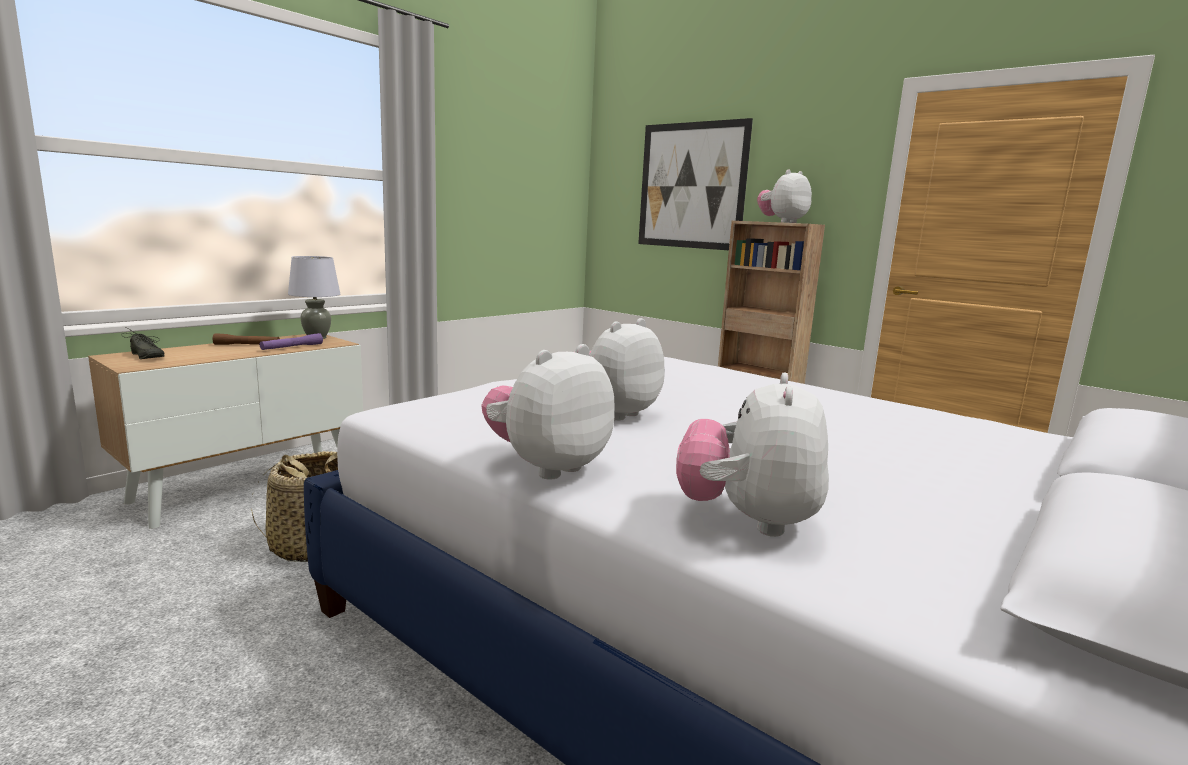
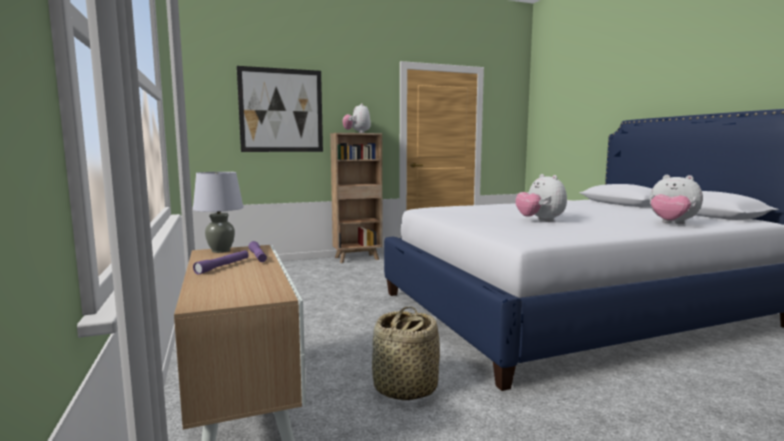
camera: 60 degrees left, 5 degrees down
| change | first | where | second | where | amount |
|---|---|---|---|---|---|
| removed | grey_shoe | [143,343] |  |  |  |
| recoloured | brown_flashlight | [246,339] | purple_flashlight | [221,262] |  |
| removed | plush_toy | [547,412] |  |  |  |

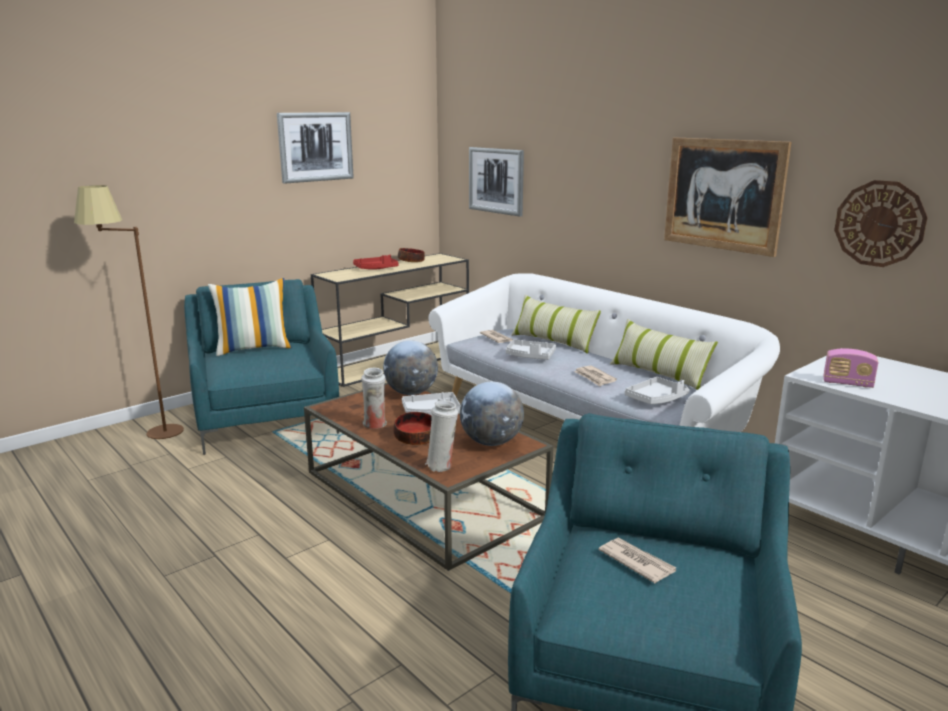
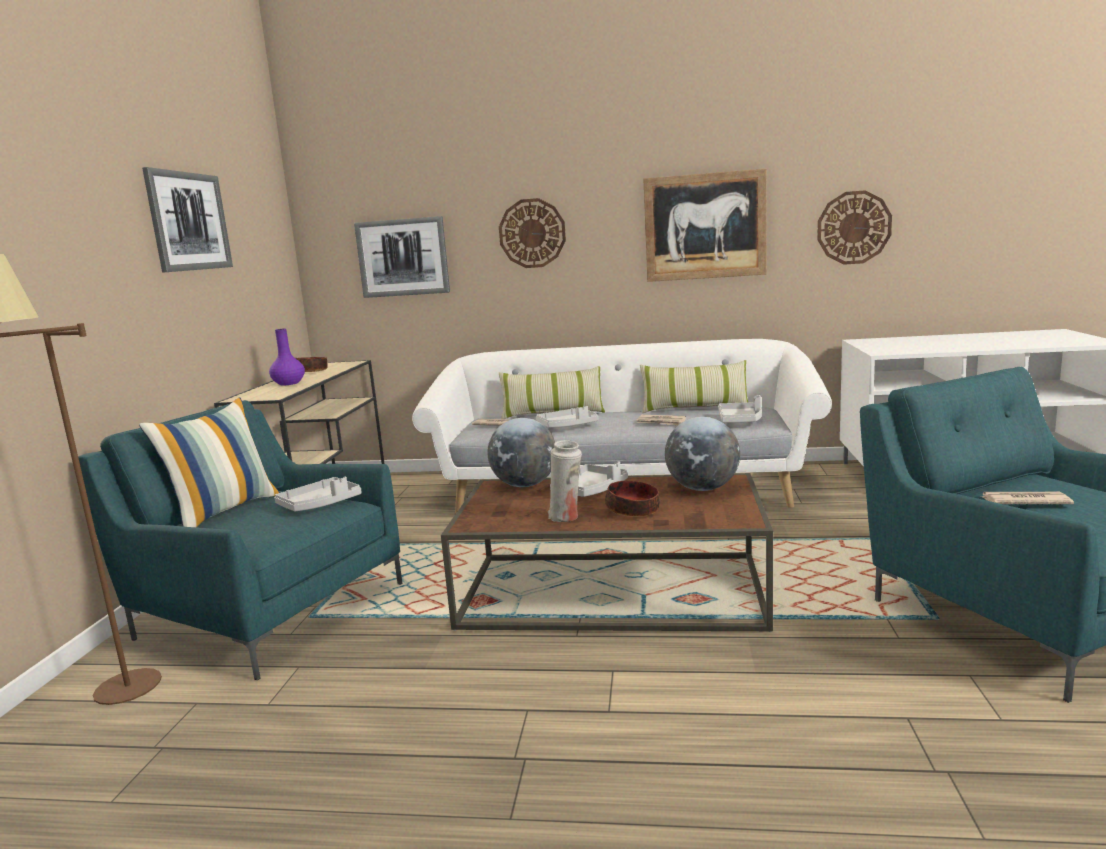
camera: 40 degrees left, 5 degrees down
| change | first | where | second | where | amount |
|---|---|---|---|---|---|
| replaced | red_tray | [376,262] | purple_vase | [287,357] |  |
| removed | radio | [851,368] |  |  |  |
| removed | white_vase | [441,436] |  |  |  |
| added |  |  | wall_clock | [532,233] |  |
| added |  |  | grey_tray | [318,494] |  |

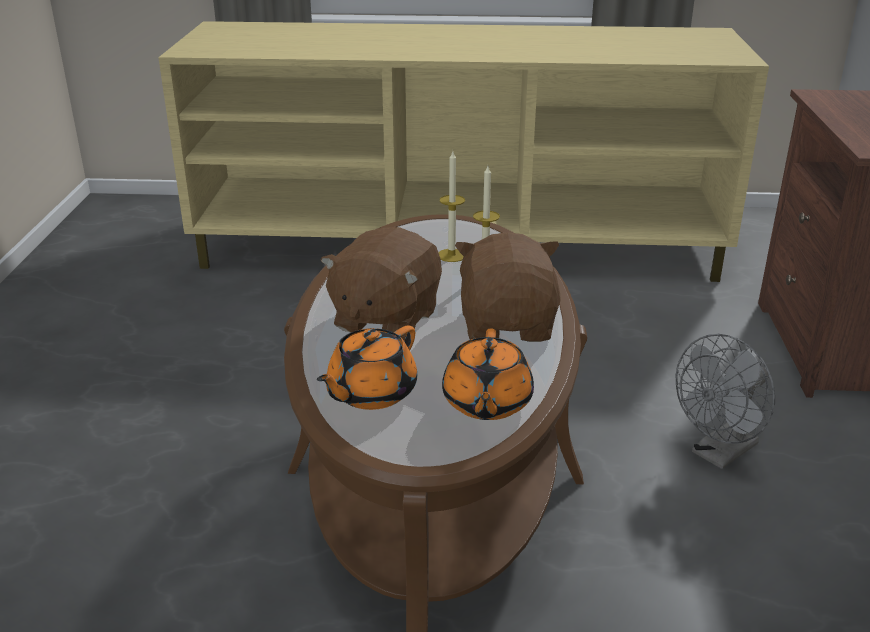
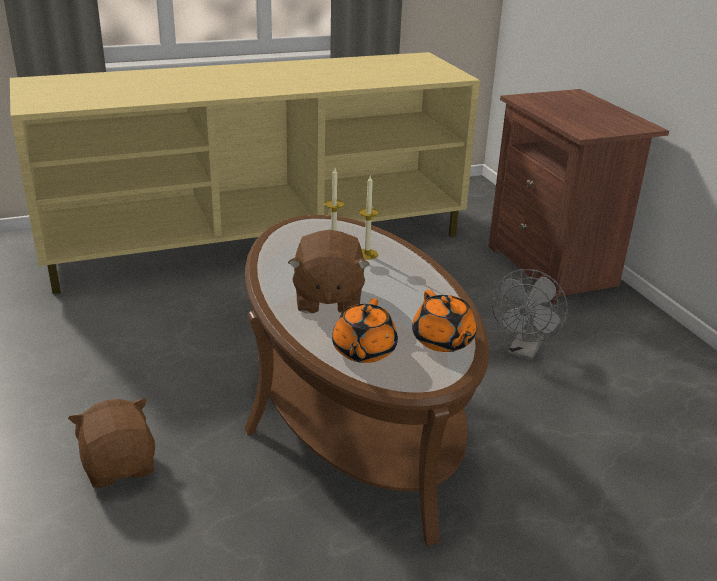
camera: 25 degrees left, 0 degrees up
| change | first | where | second | where | amount |
|---|---|---|---|---|---|
| moved | brown_plush_toy | [507,287] |  | [111,443] |  |

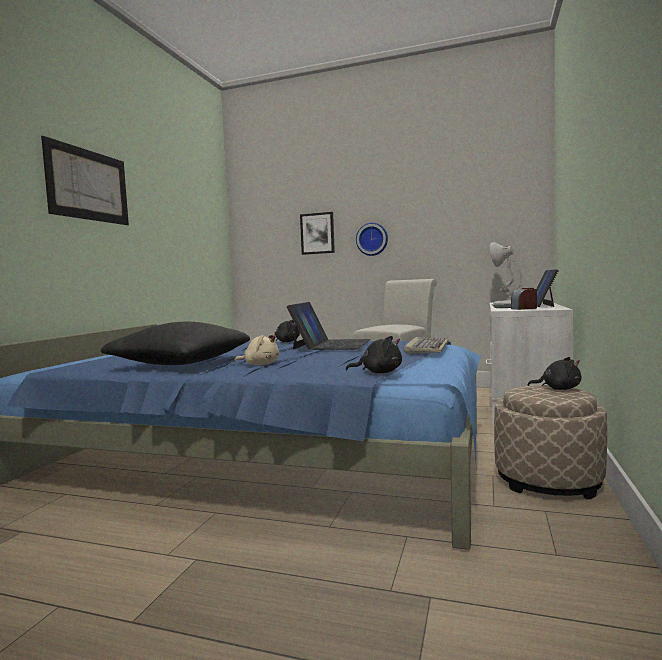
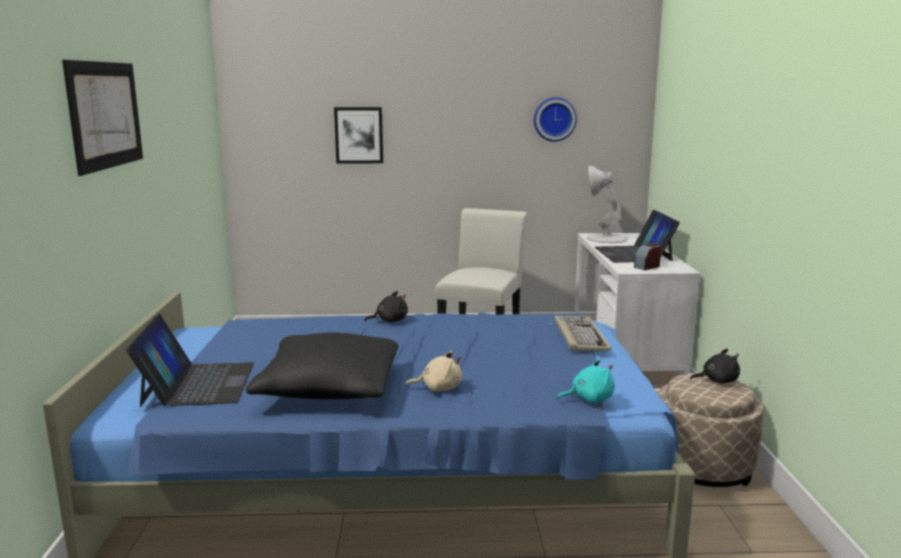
camera: 20 degrees left, 10 degrees up
| change | first | where | second | where | amount |
|---|---|---|---|---|---|
| moved | wall_clock | [372,239] |  | [555,119] |  |
| moved | laptop | [329,326] |  | [190,360] |  |
| recoloured | black_plush_toy | [374,354] | turquoise_plush_toy | [586,381] |  |

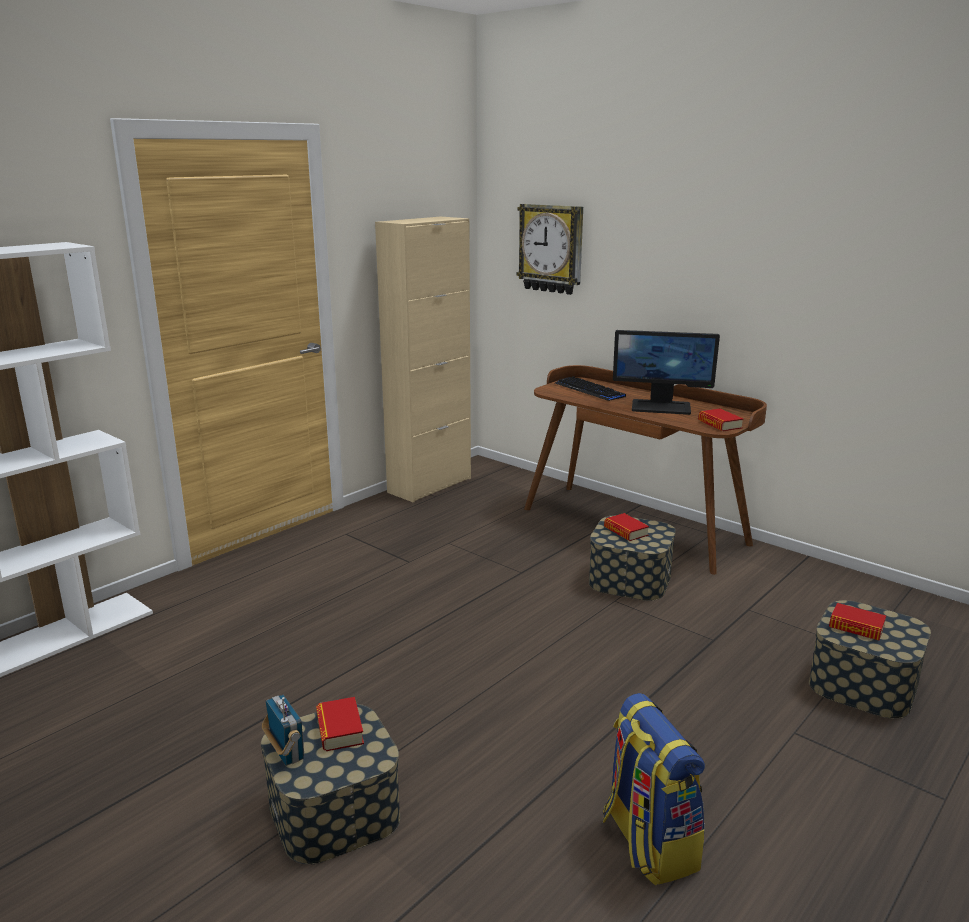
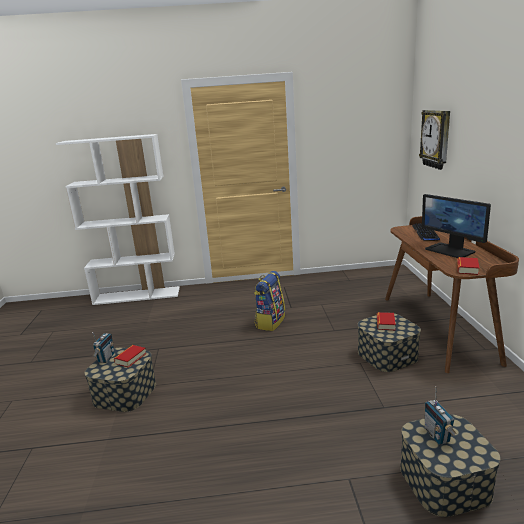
camera: 45 degrees right, 0 degrees up
| change | first | where | second | where | amount |
|---|---|---|---|---|---|
| removed | beige_cabinet | [423,359] |  |  |  |
| replaced | book | [857,621] | radio | [440,415] |  |
| moved | backpack | [654,789] |  | [269,301] |  |

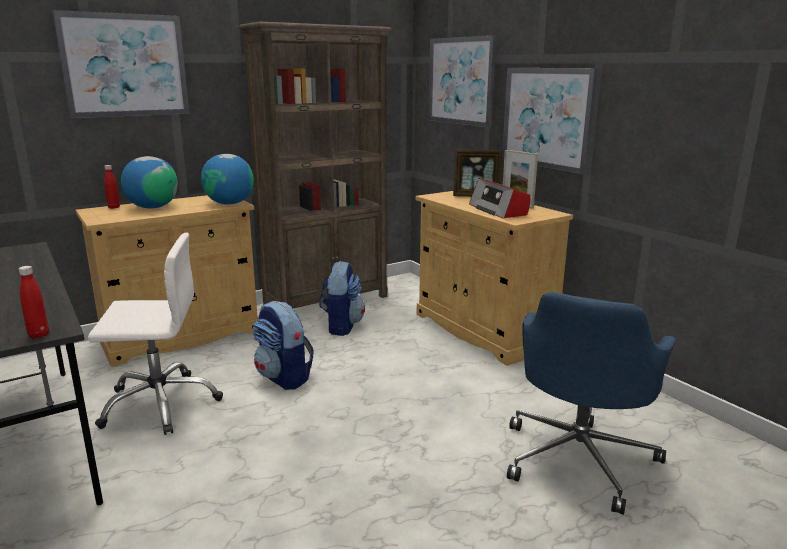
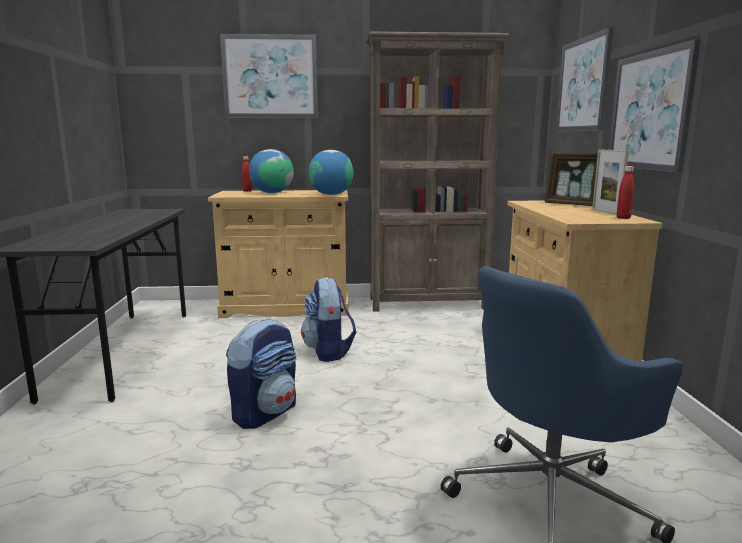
camera: 30 degrees right, 5 degrees down
| change | first | where | second | where | amount |
|---|---|---|---|---|---|
| removed | radio | [499,198] |  |  |  |
| removed | white_office_chair | [155,334] |  |  |  |
| moved | backpack | [342,298] |  | [261,373] |  |
| moved | red_bottle | [34,302] |  | [625,192] |  |

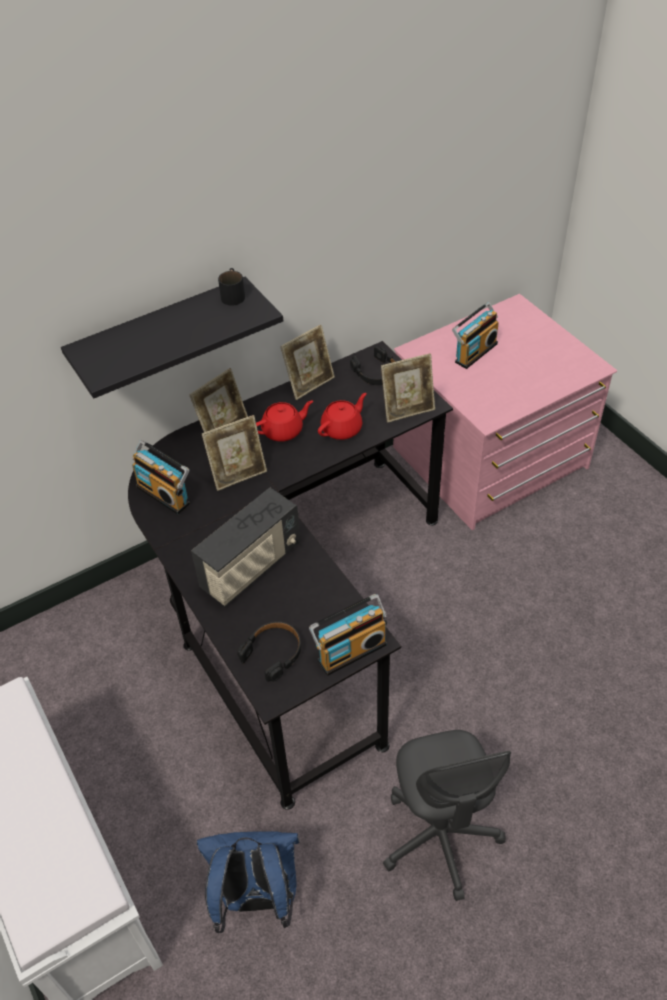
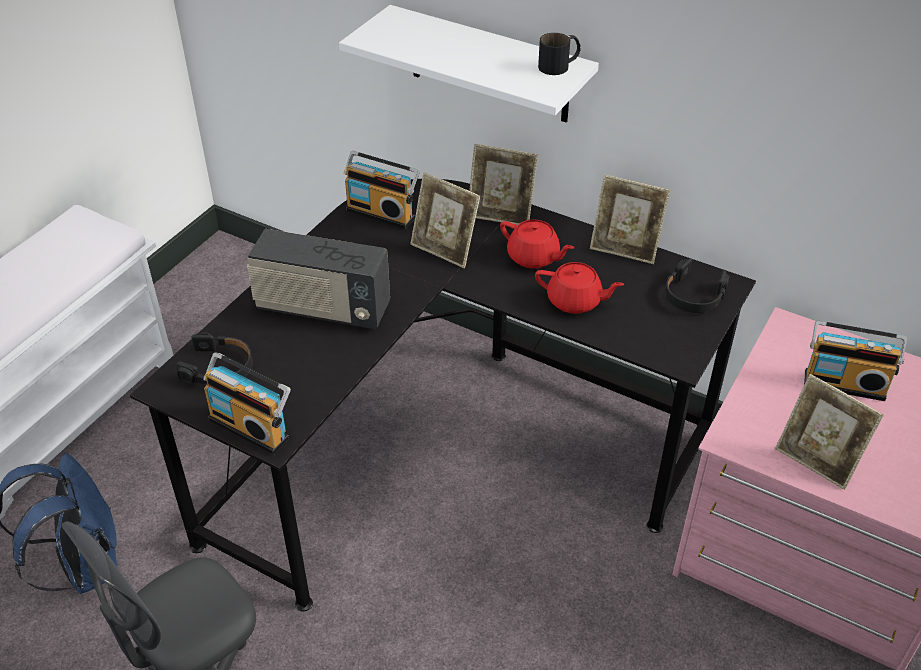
camera: 60 degrees right, 5 degrees down
| change | first | where | second | where | amount |
|---|---|---|---|---|---|
| recoloured | black_shelf | [172,338] | white_shelf | [469,64] |  |
| moved | picture_frame | [408,388] |  | [829,432] |  |
| turned | radio | [161,477] |  | [382,190] | 75 degrees counterclockwise |

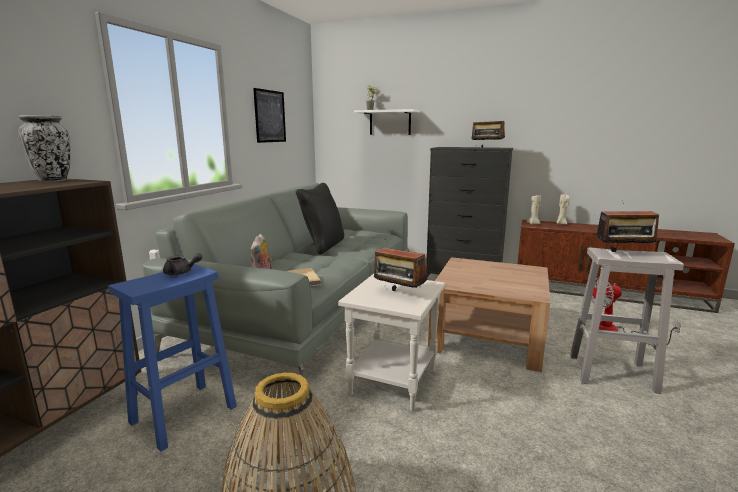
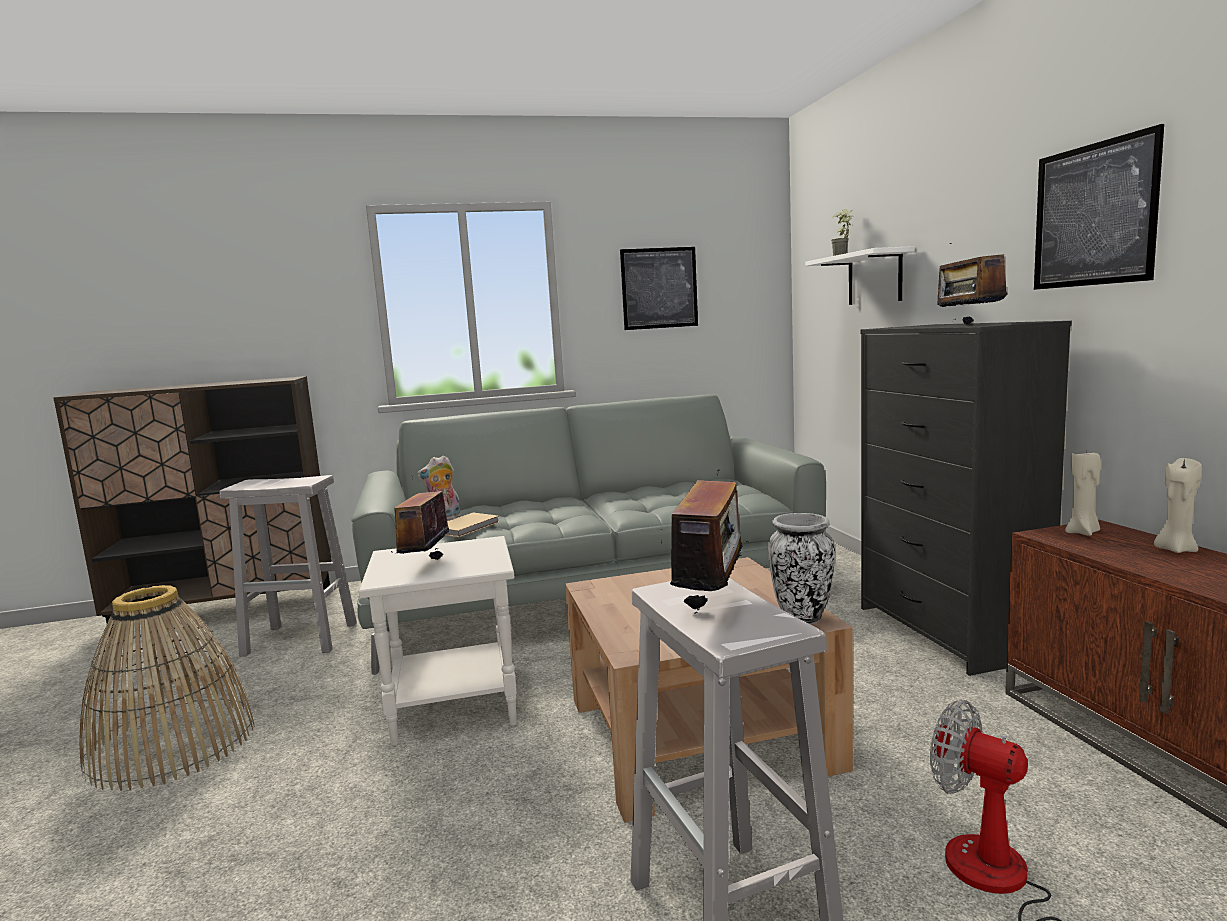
camera: 55 degrees right, 5 degrees down
| change | first | where | second | where | amount |
|---|---|---|---|---|---|
| moved | vase | [44,148] |  | [801,568] |  |
| removed | black_pillow | [320,219] |  |  |  |
| turned | radio | [628,226] |  | [713,541] | 135 degrees counterclockwise |
| removed | grey_teapot | [182,264] |  |  |  |
| recoloured | blue_stool | [172,358] | white_stool | [288,566] |  |
| added |  |  | picture | [1099,207] |  |

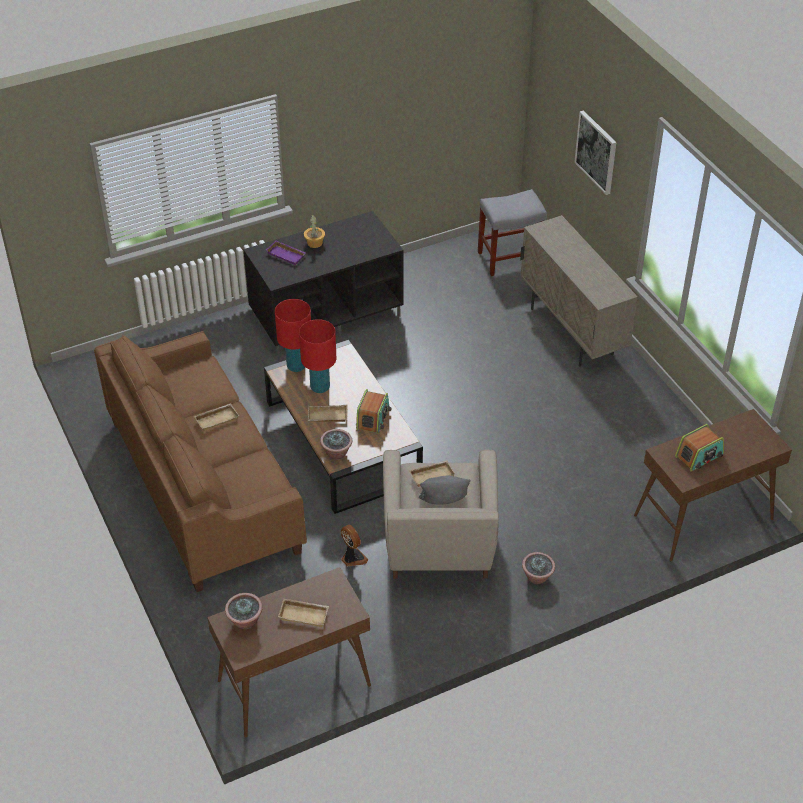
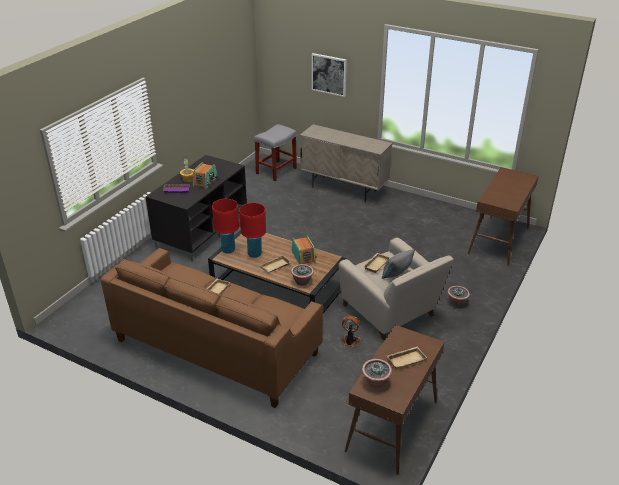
camera: 35 degrees left, 10 degrees down
| change | first | where | second | where | amount |
|---|---|---|---|---|---|
| moved | radio | [699,448] |  | [205,175] |  |

